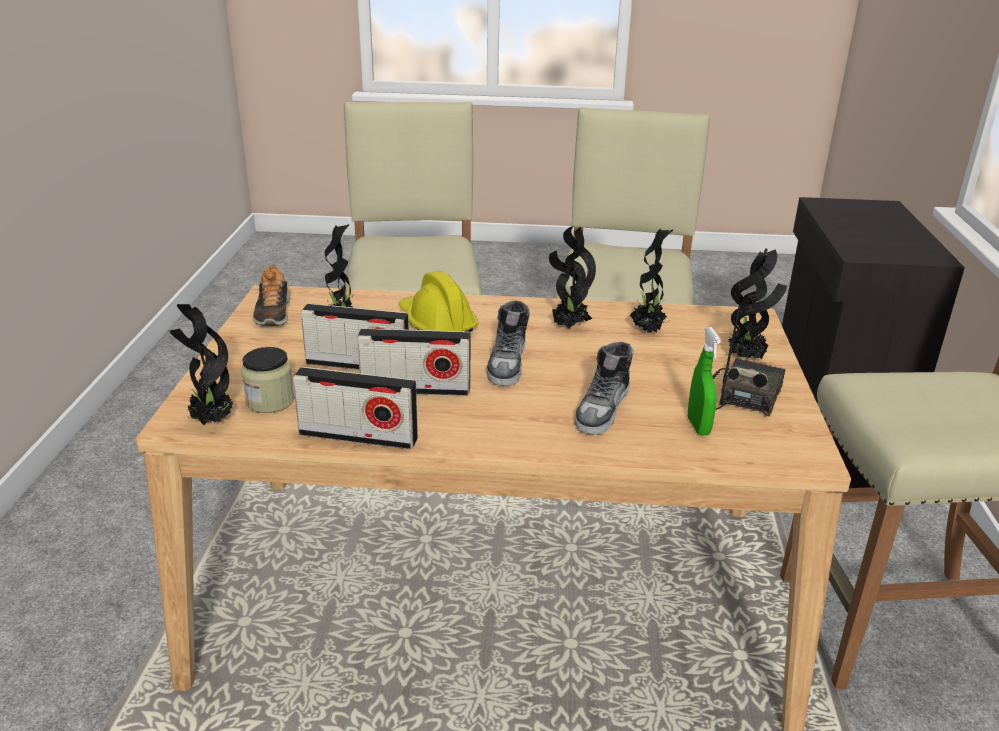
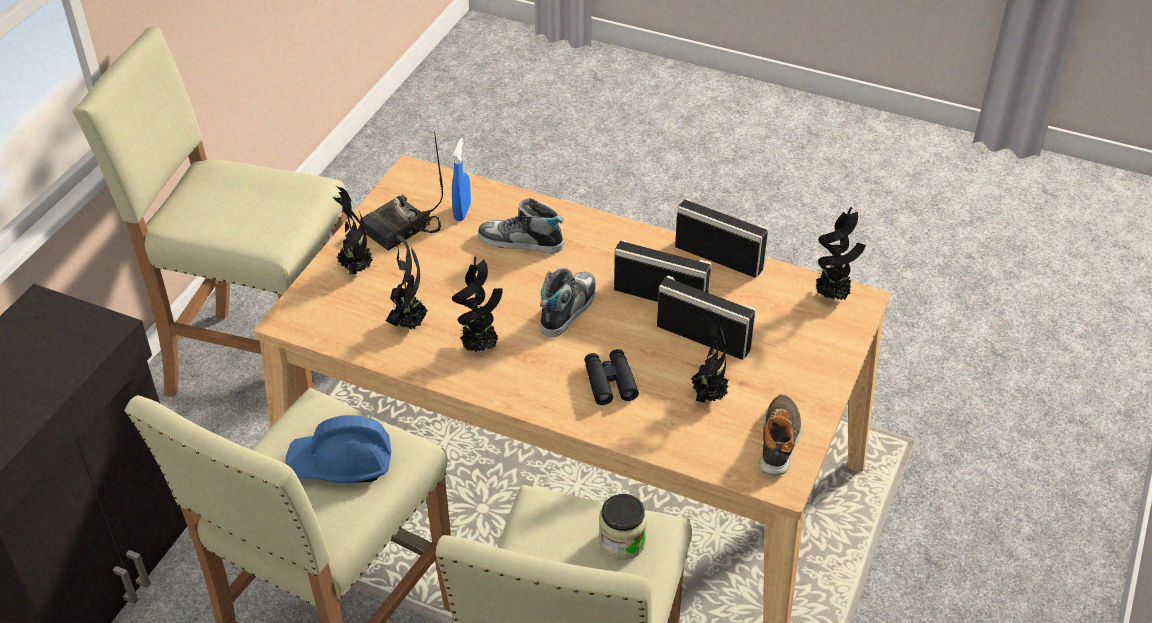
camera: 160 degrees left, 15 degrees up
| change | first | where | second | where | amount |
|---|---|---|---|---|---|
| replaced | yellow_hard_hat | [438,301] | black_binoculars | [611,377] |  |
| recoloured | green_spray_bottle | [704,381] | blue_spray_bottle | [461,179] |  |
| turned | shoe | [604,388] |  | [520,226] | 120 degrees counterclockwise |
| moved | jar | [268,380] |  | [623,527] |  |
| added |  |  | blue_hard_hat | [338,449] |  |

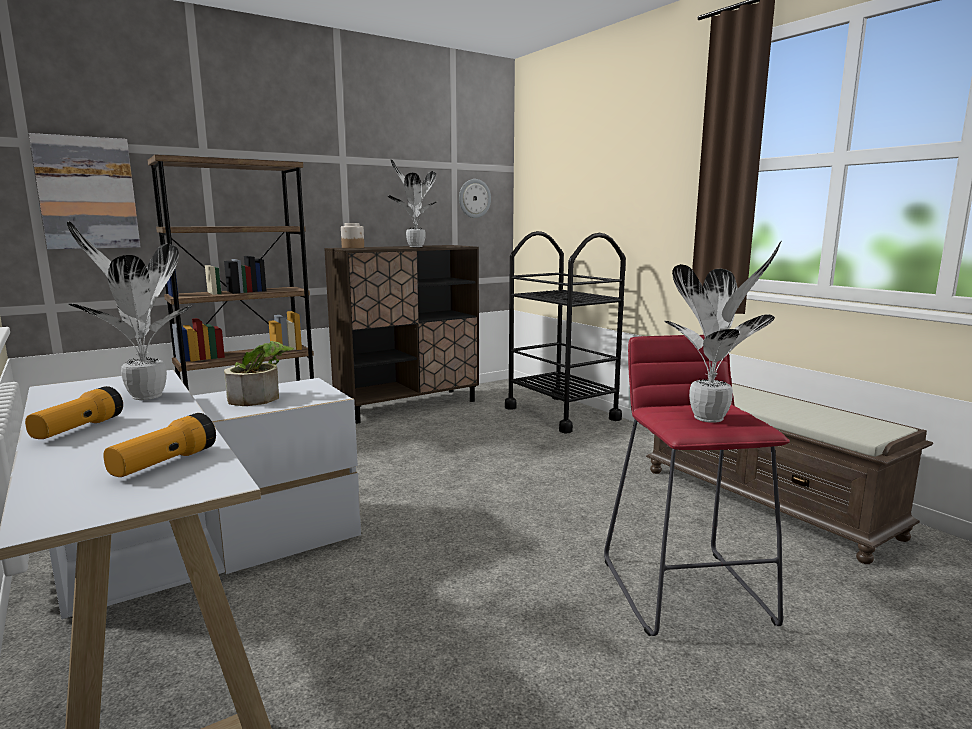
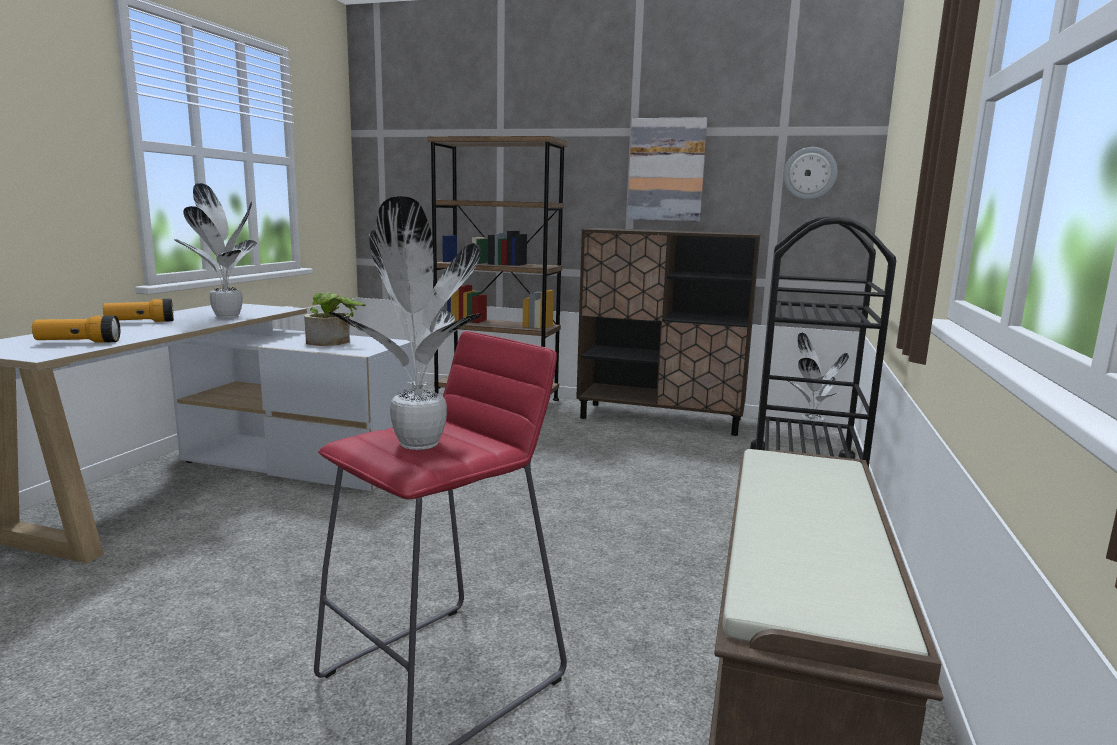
camera: 50 degrees right, 0 degrees up
| change | first | where | second | where | amount |
|---|---|---|---|---|---|
| moved | picture | [85,191] |  | [667,169] |  |
| moved | potted_plant | [412,203] |  | [818,386] |  |
| removed | jar | [352,235] |  |  |  |

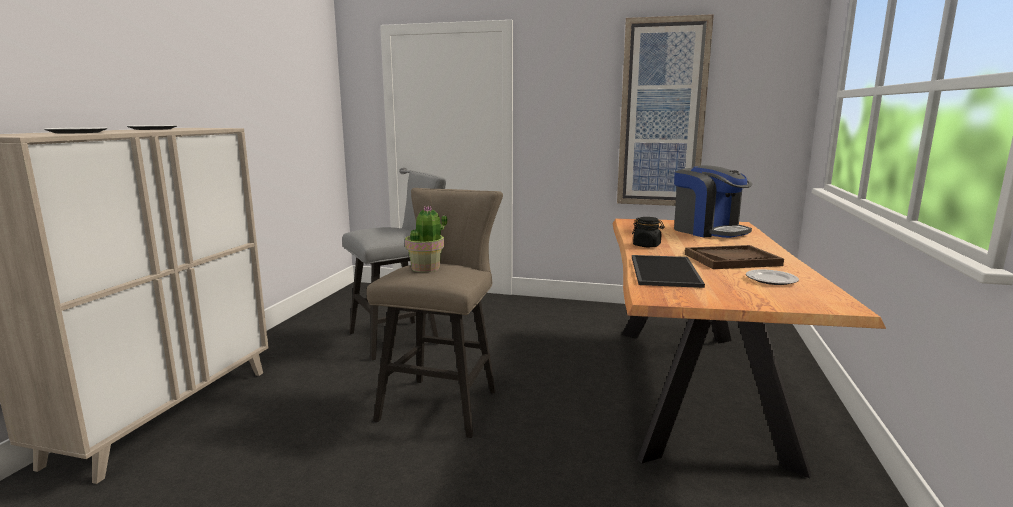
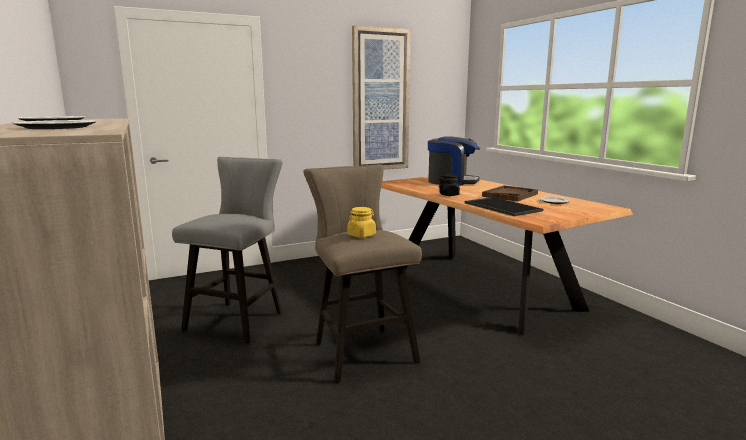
camera: 40 degrees left, 0 degrees up
| change | first | where | second | where | amount |
|---|---|---|---|---|---|
| replaced | potted_plant | [426,239] | yellow_jar | [361,222] |  |

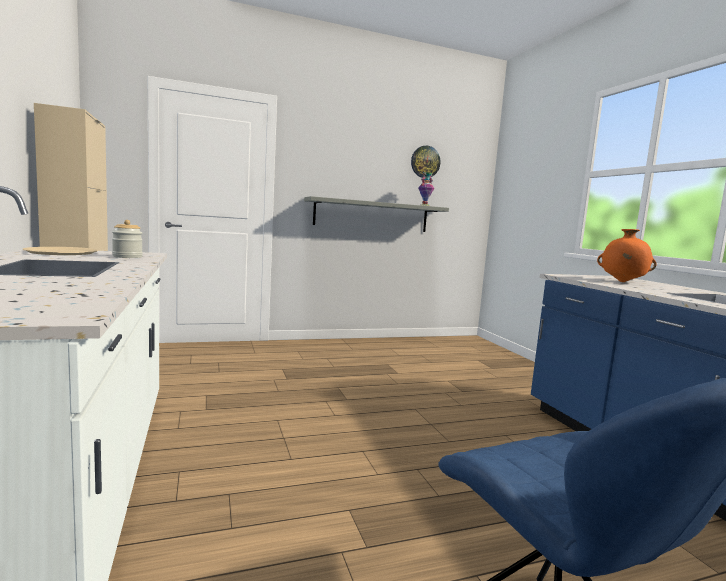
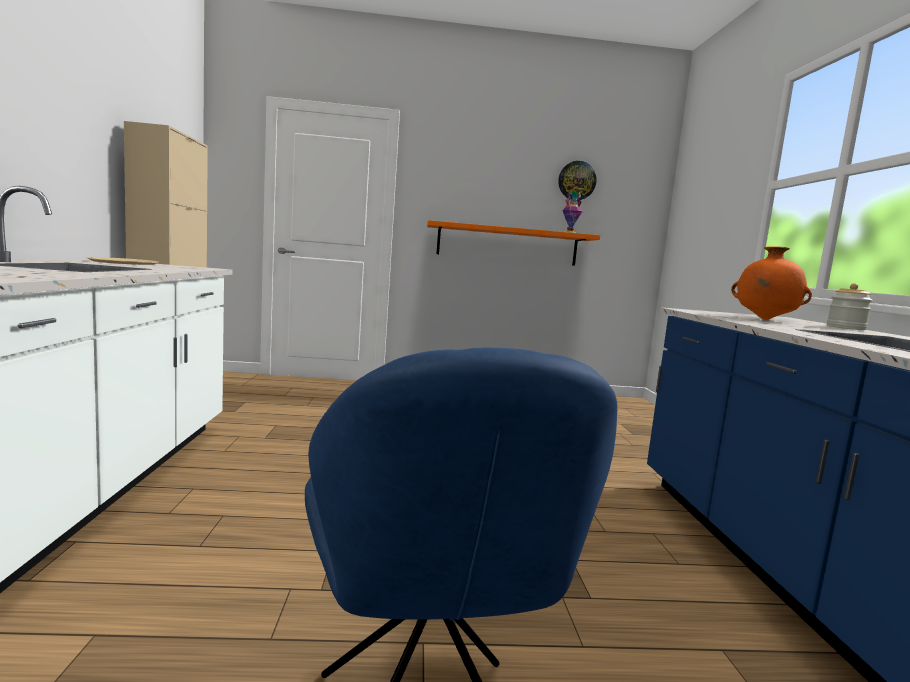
camera: 15 degrees right, 0 degrees up
| change | first | where | second | where | amount |
|---|---|---|---|---|---|
| recoloured | grey_shelf | [376,214] | orange_shelf | [513,243] |  |
| moved | jar | [127,239] |  | [850,306] |  |

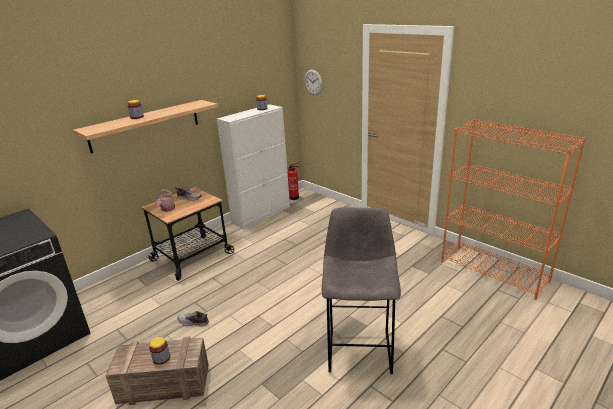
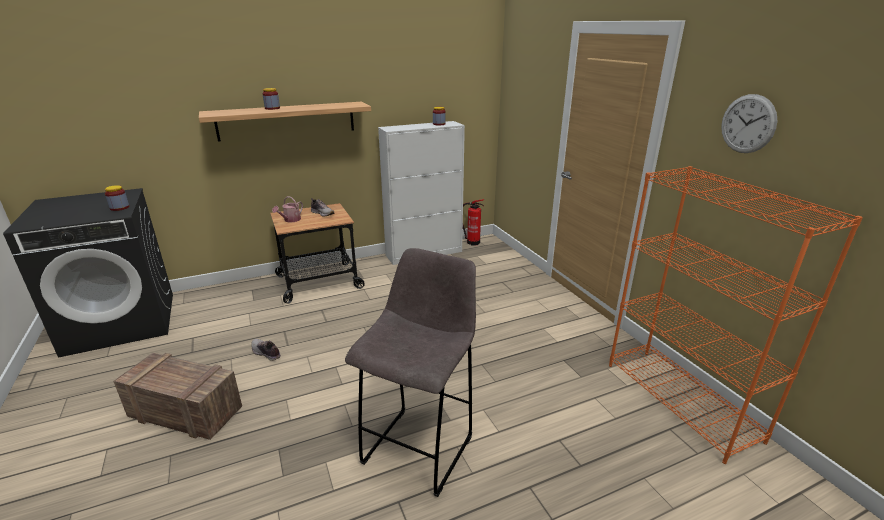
camera: 20 degrees right, 0 degrees up
| change | first | where | second | where | amount |
|---|---|---|---|---|---|
| moved | wall_clock | [313,82] |  | [749,123] |  |
| moved | jar | [159,351] |  | [117,198] |  |

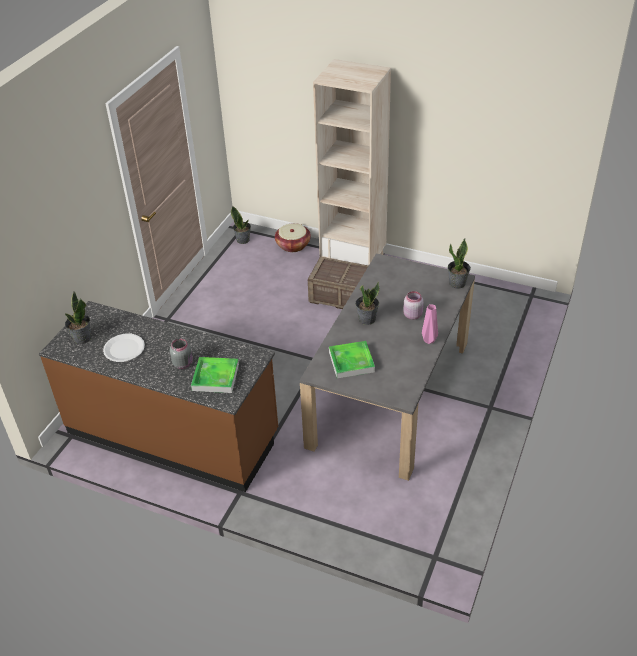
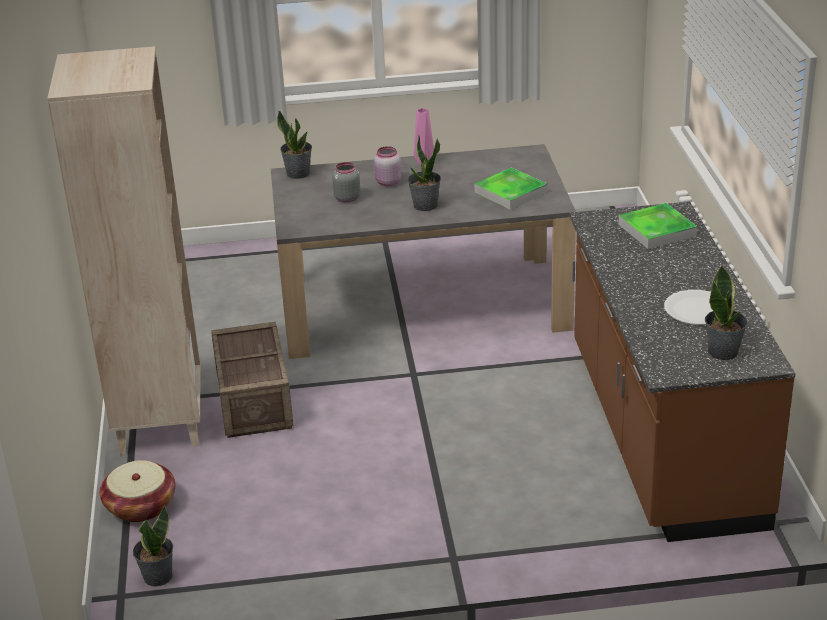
camera: 120 degrees left, 10 degrees down
| change | first | where | second | where | amount |
|---|---|---|---|---|---|
| moved | grey_jar | [181,354] |  | [346,182] |  |

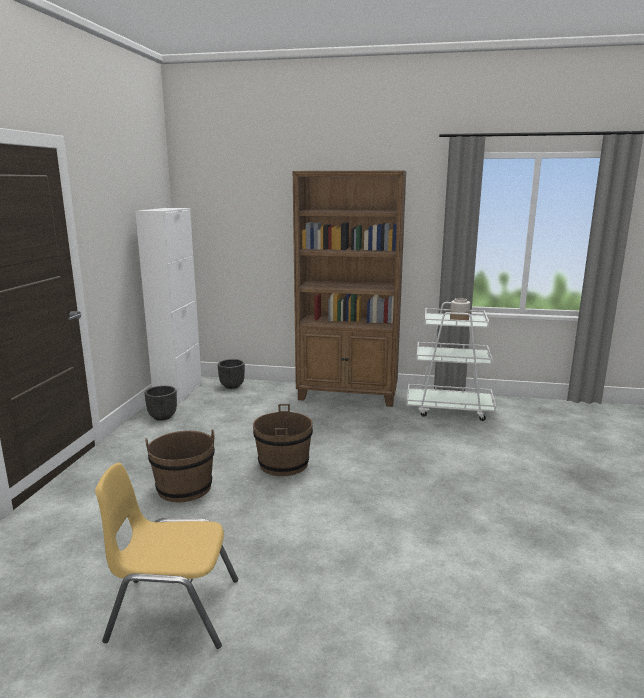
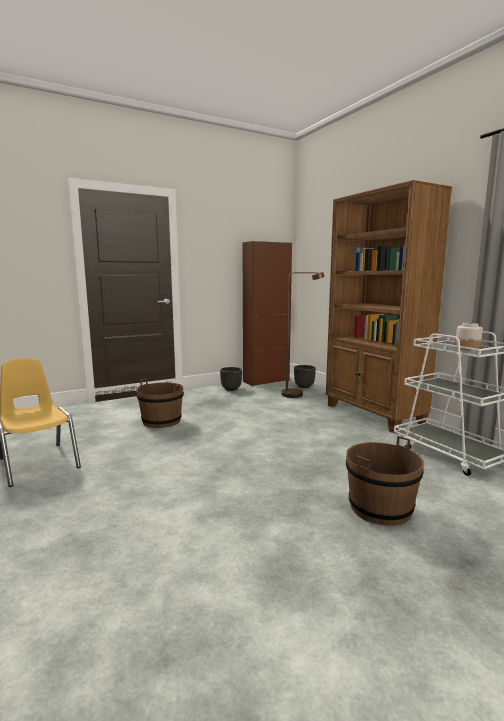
camera: 50 degrees right, 5 degrees down
| change | first | where | second | where | amount |
|---|---|---|---|---|---|
| recoloured | white_cabinet | [168,306] | brown_cabinet | [267,313] |  |
| moved | brown_bucket | [283,440] |  | [385,481] |  |
| added |  |  | brown_floor_lamp | [302,335] |  |

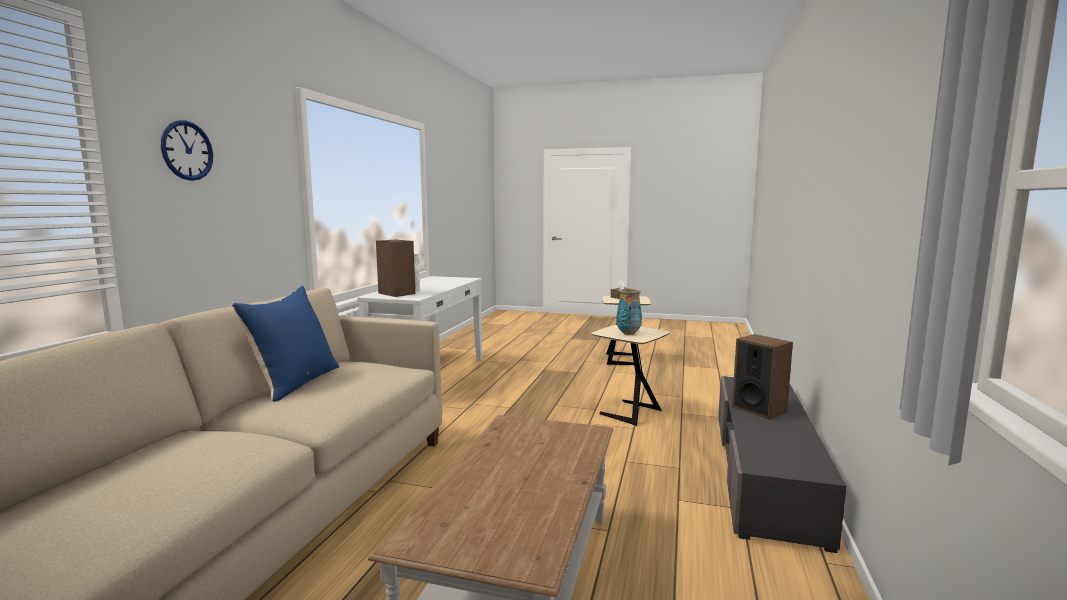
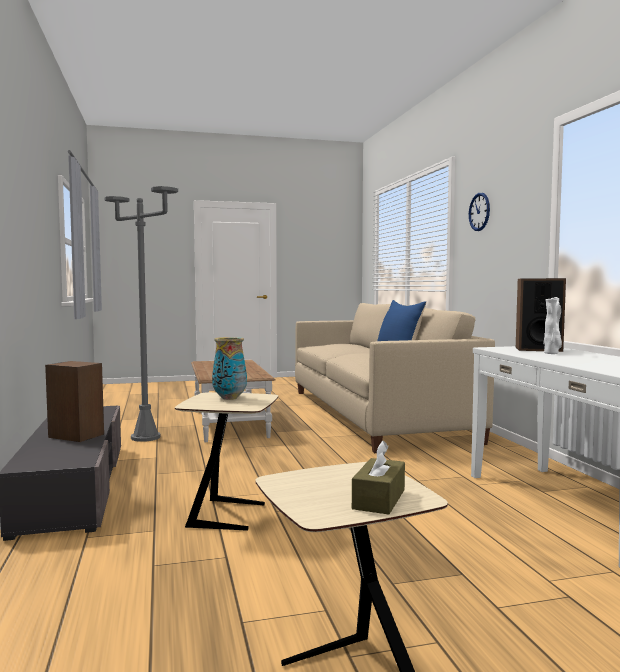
camera: 150 degrees right, 5 degrees down
| change | first | where | second | where | amount |
|---|---|---|---|---|---|
| added |  |  | grey_floor_lamp | [141,314] |  |

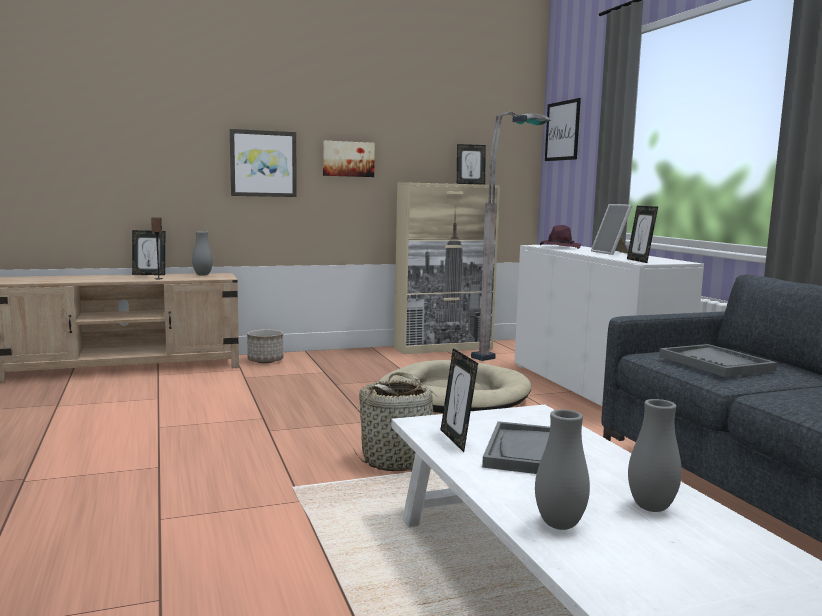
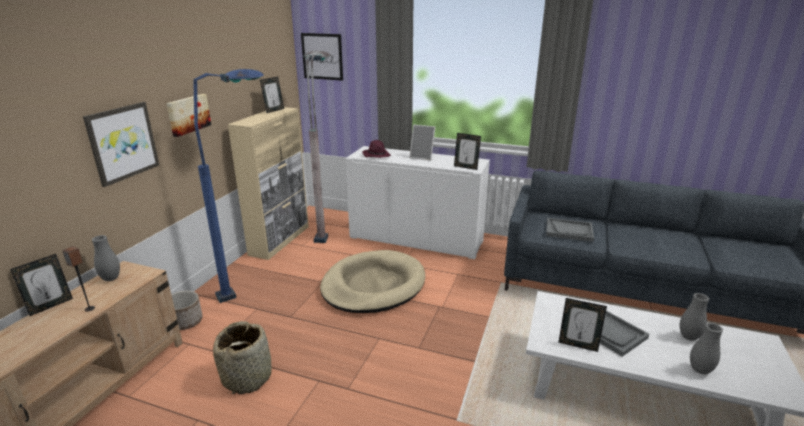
camera: 50 degrees left, 15 degrees up
| change | first | where | second | where | amount |
|---|---|---|---|---|---|
| moved | basket | [396,421] |  | [242,357] |  |
| added |  |  | blue_floor_lamp | [228,186] |  |

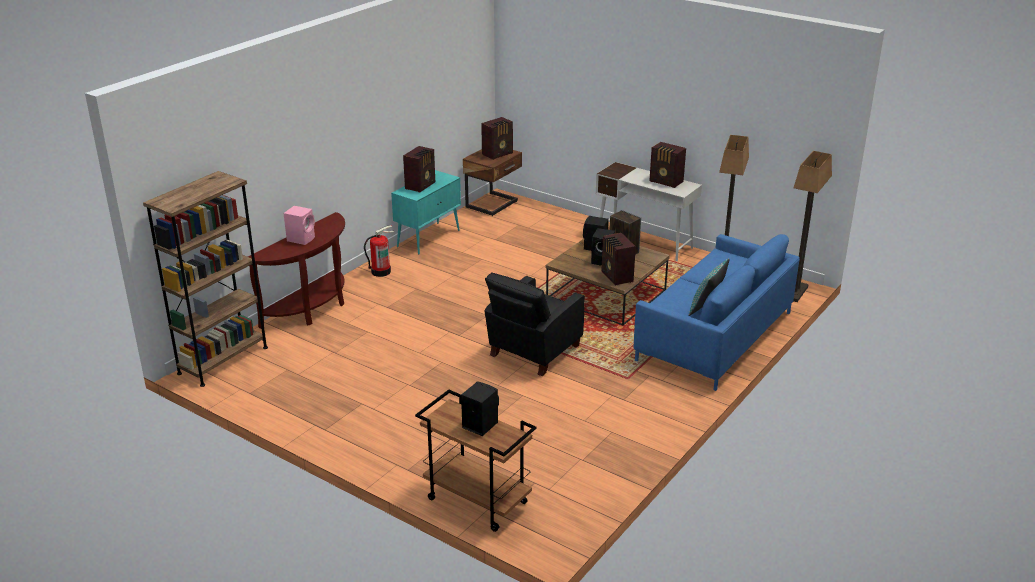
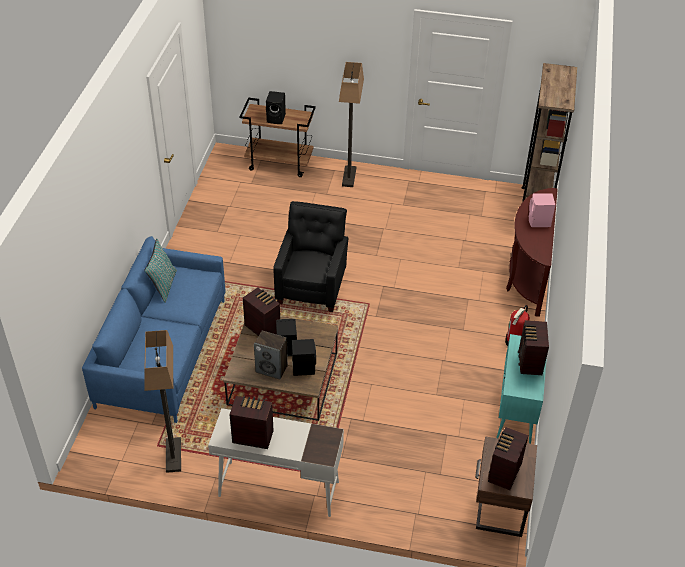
camera: 155 degrees right, 15 degrees up
| change | first | where | second | where | amount |
|---|---|---|---|---|---|
| moved | floor_lamp | [812,226] |  | [351,124] |  |

